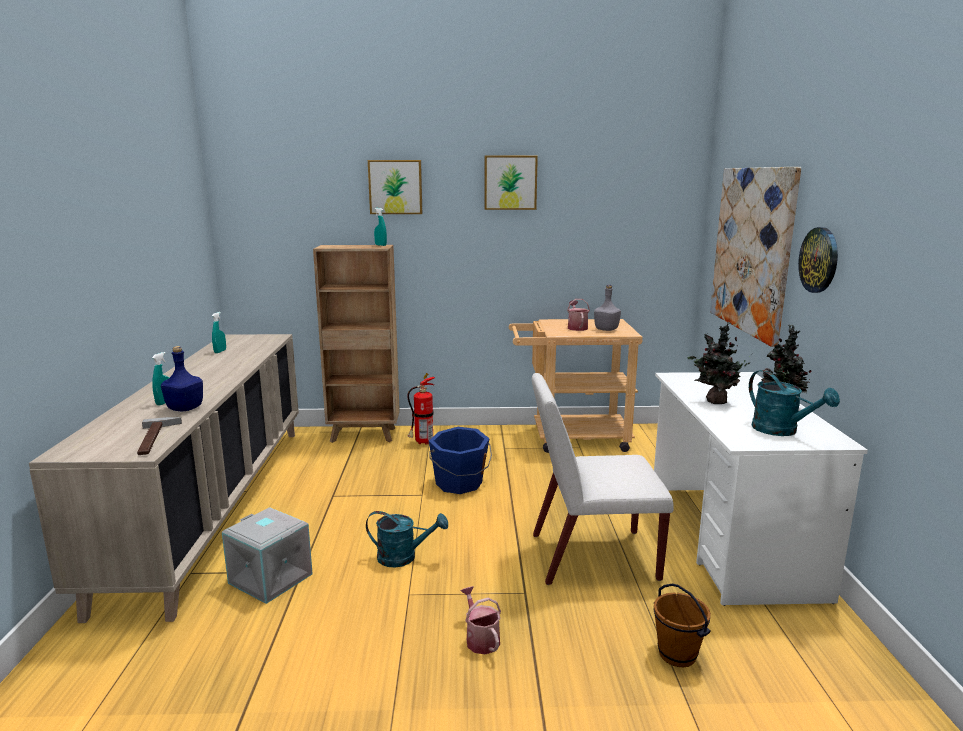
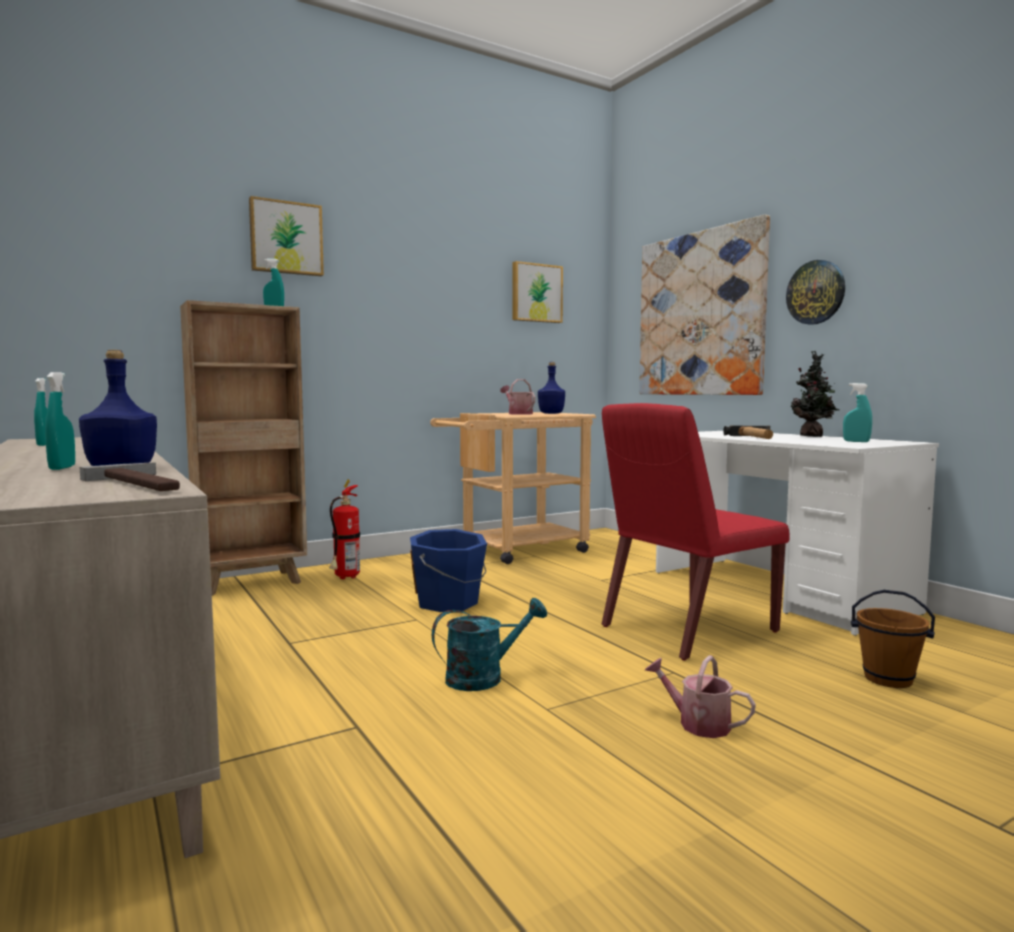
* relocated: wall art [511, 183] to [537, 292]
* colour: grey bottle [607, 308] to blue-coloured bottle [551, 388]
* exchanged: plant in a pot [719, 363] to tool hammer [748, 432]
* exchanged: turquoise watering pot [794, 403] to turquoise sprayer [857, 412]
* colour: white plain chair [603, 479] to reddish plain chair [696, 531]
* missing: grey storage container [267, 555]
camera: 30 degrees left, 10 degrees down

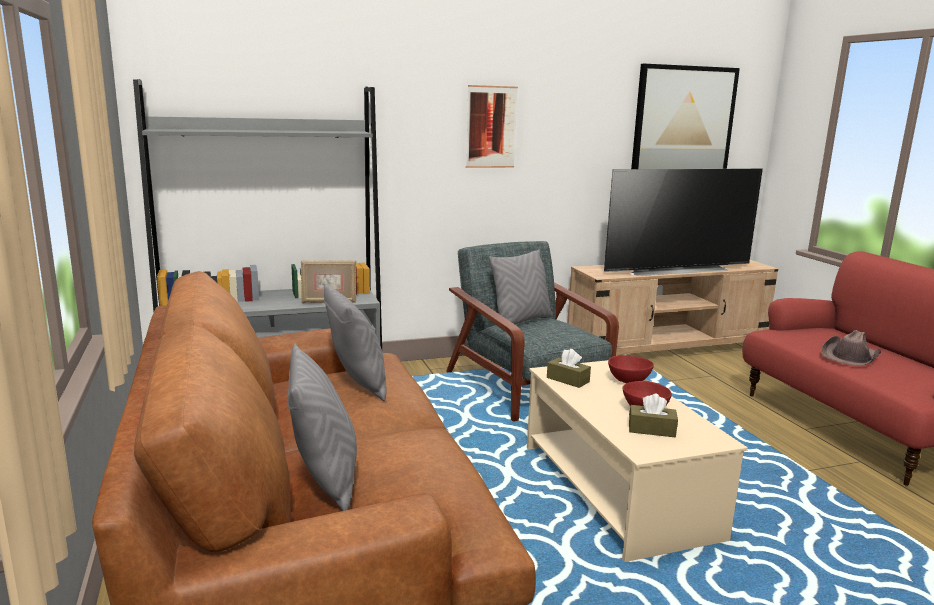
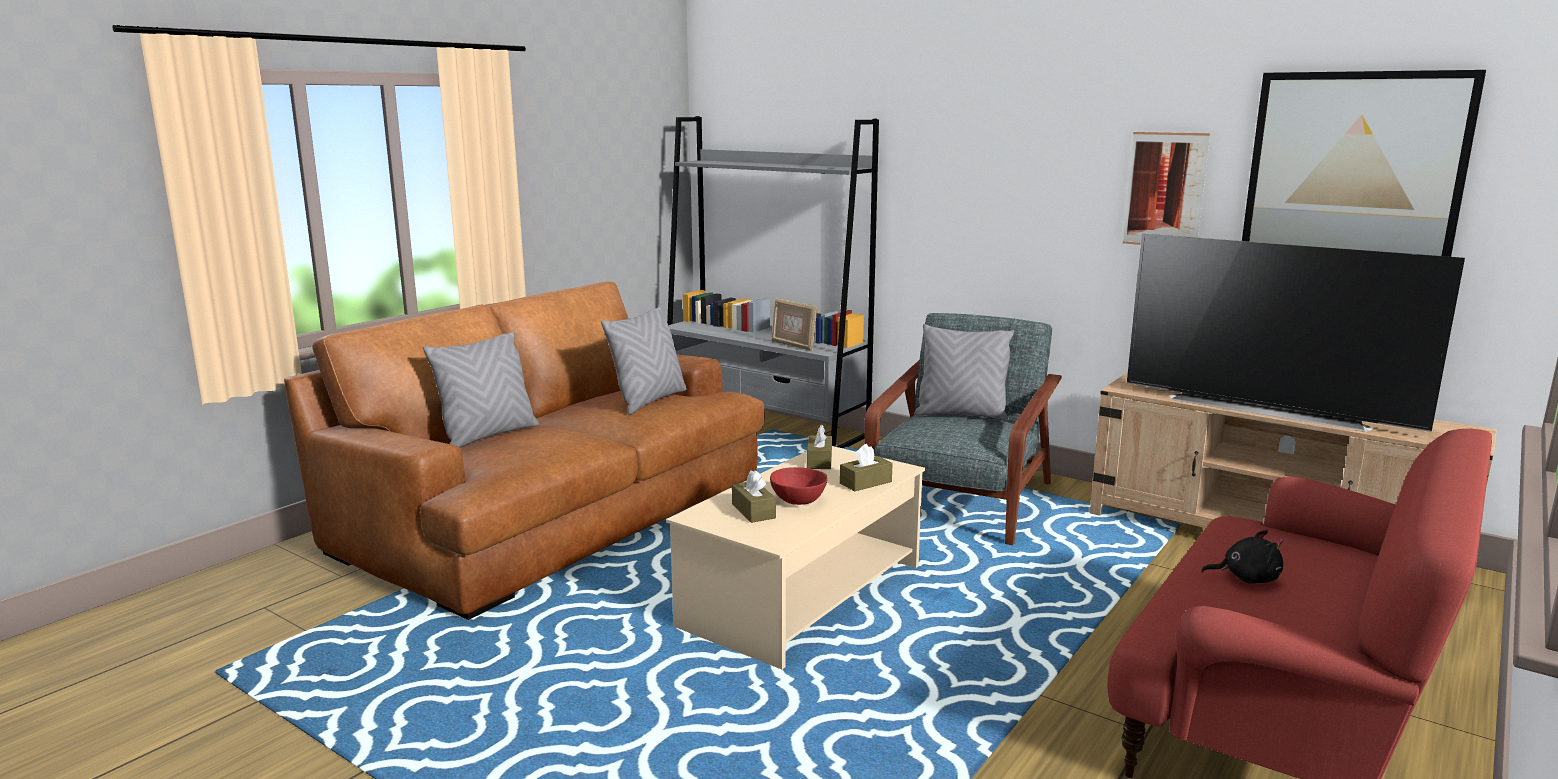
* relocated: wall art [492, 126] to [1166, 188]
* exchanged: brown-coloured clothing hat [851, 347] to black-coloured cuddly toy [1242, 557]
* exchanged: reddish bowl [631, 369] to brown-coloured tissue box [866, 467]
camera: 55 degrees right, 0 degrees up

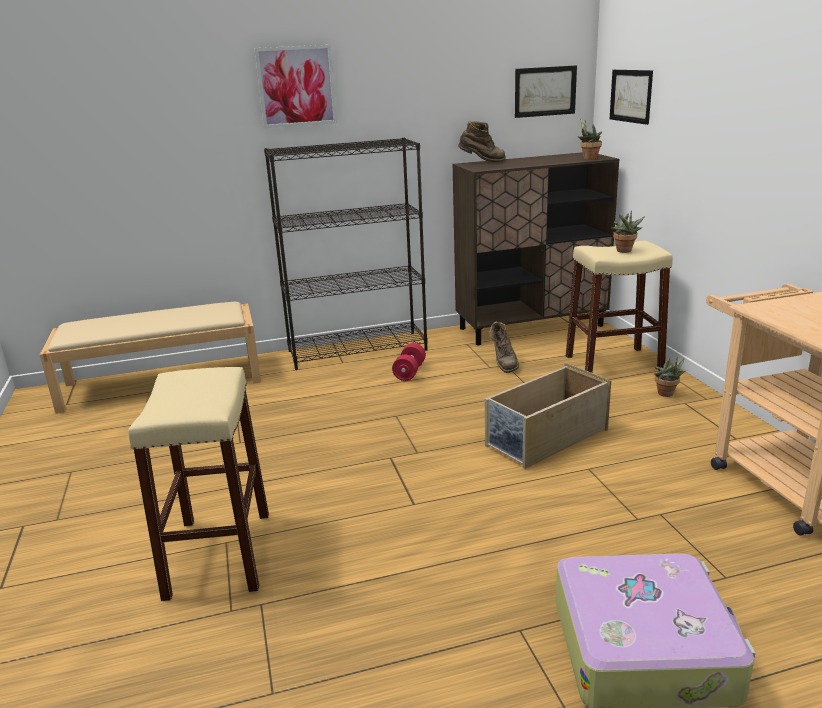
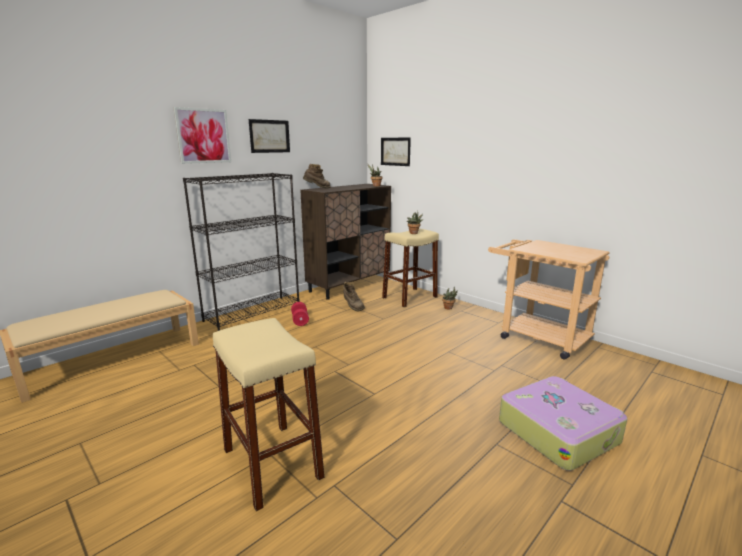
* relocated: wall art [546, 91] to [269, 136]
* missing: beige-coloured storage container [548, 416]
camera: 30 degrees left, 5 degrees down

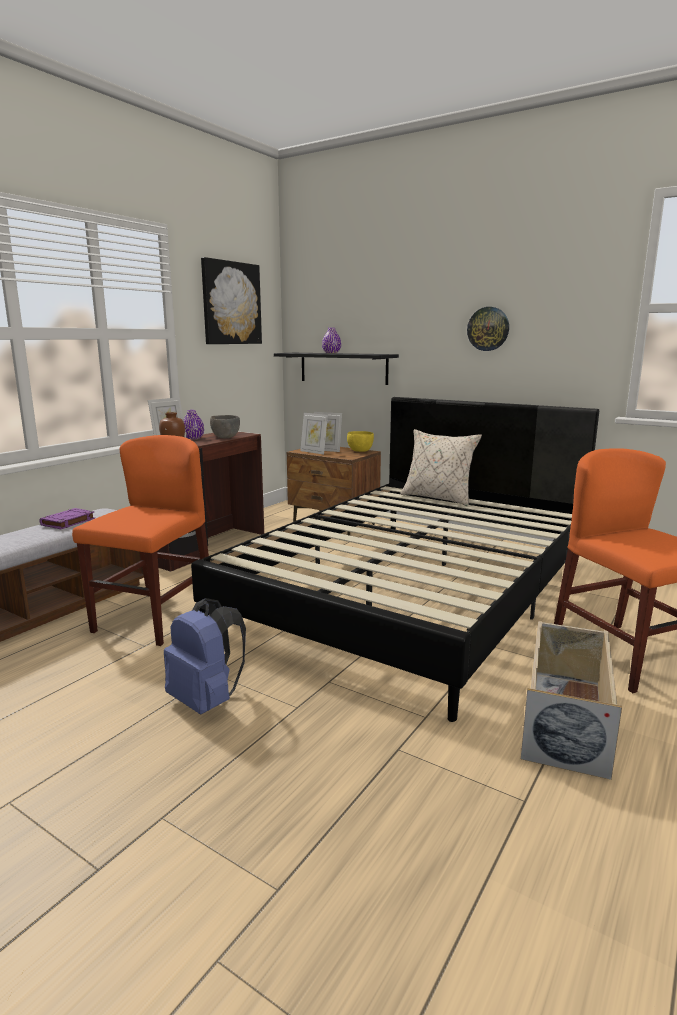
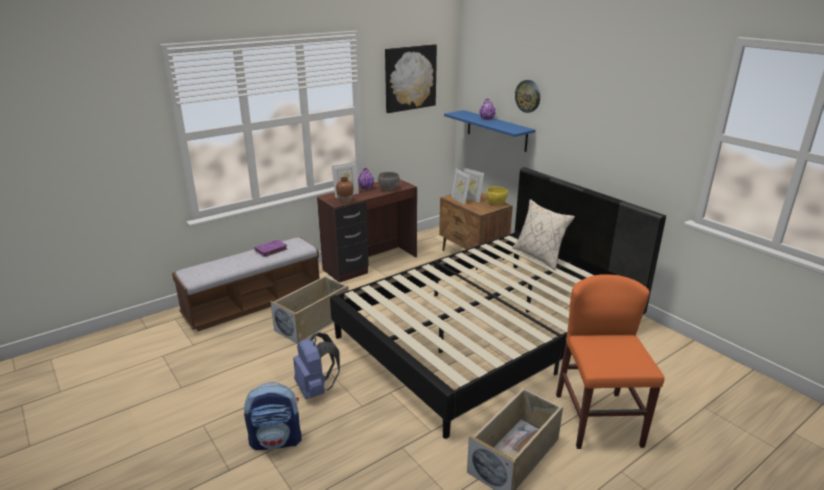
* relocated: clock on the wall [488, 329] to [527, 96]
* colour: black-coloured bracket shelf [336, 369] to blue-coloured bracket shelf [489, 131]
* exchanged: orange-coloured plain chair [140, 540] to beige-coloured storage container [309, 310]
* appeared: backpack [273, 416]
camera: 20 degrees right, 10 degrees up

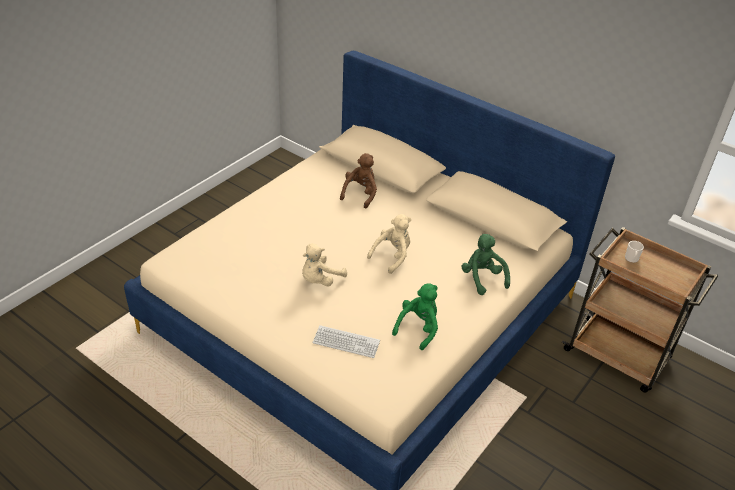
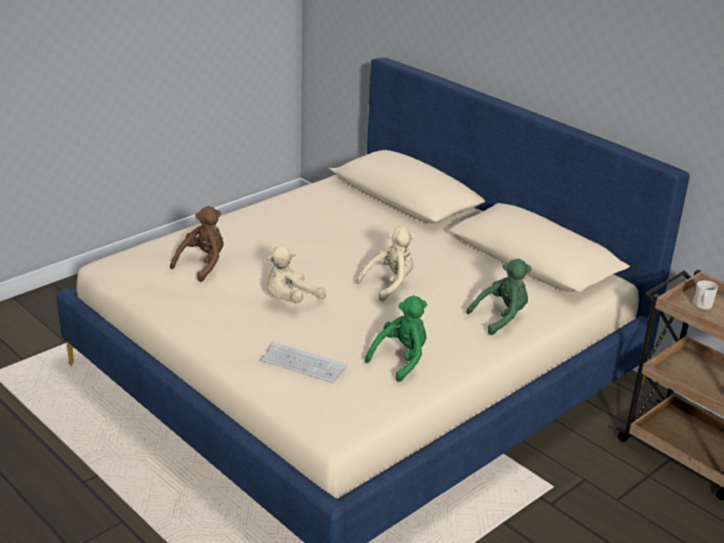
* relocated: brown-coloured cuddly toy [358, 181] to [197, 244]
* spun: green-coloured cuddly toy [485, 264] = [499, 297] 75 degrees clockwise
camera: 10 degrees right, 10 degrees down

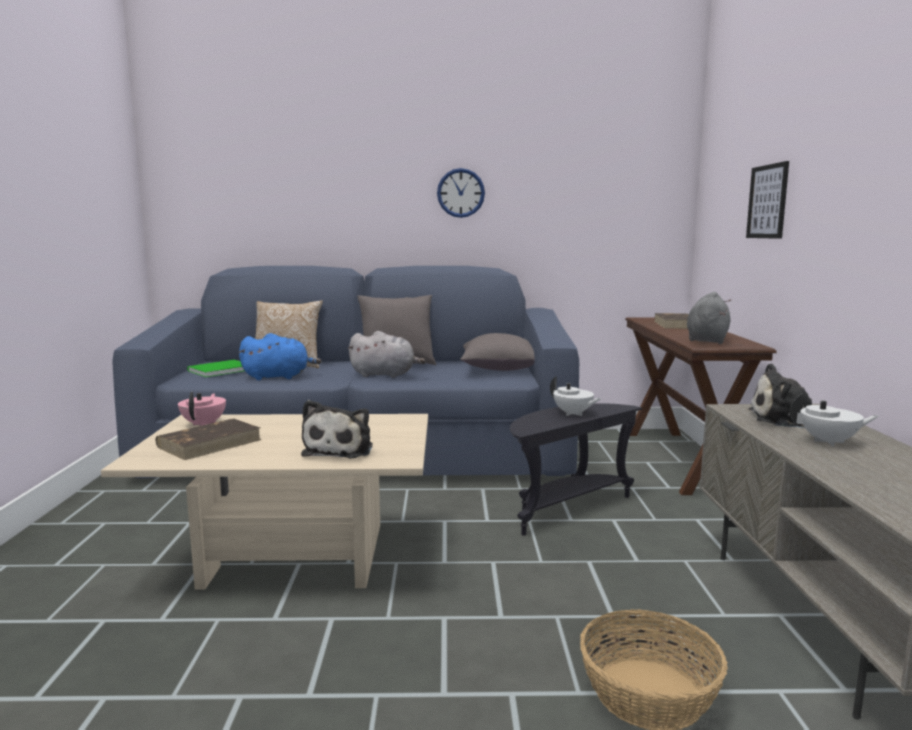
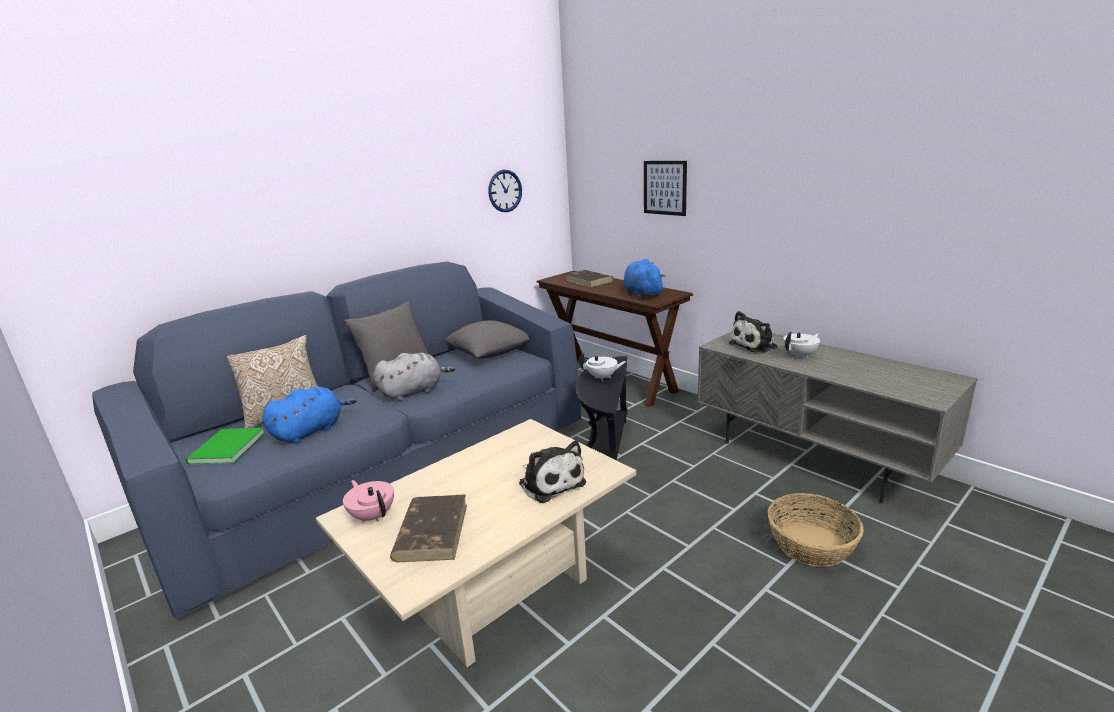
* relocated: clock on the wall [461, 193] to [505, 191]
* colour: grey cuddly toy [709, 318] to blue-coloured cuddly toy [644, 278]
camera: 40 degrees left, 10 degrees up

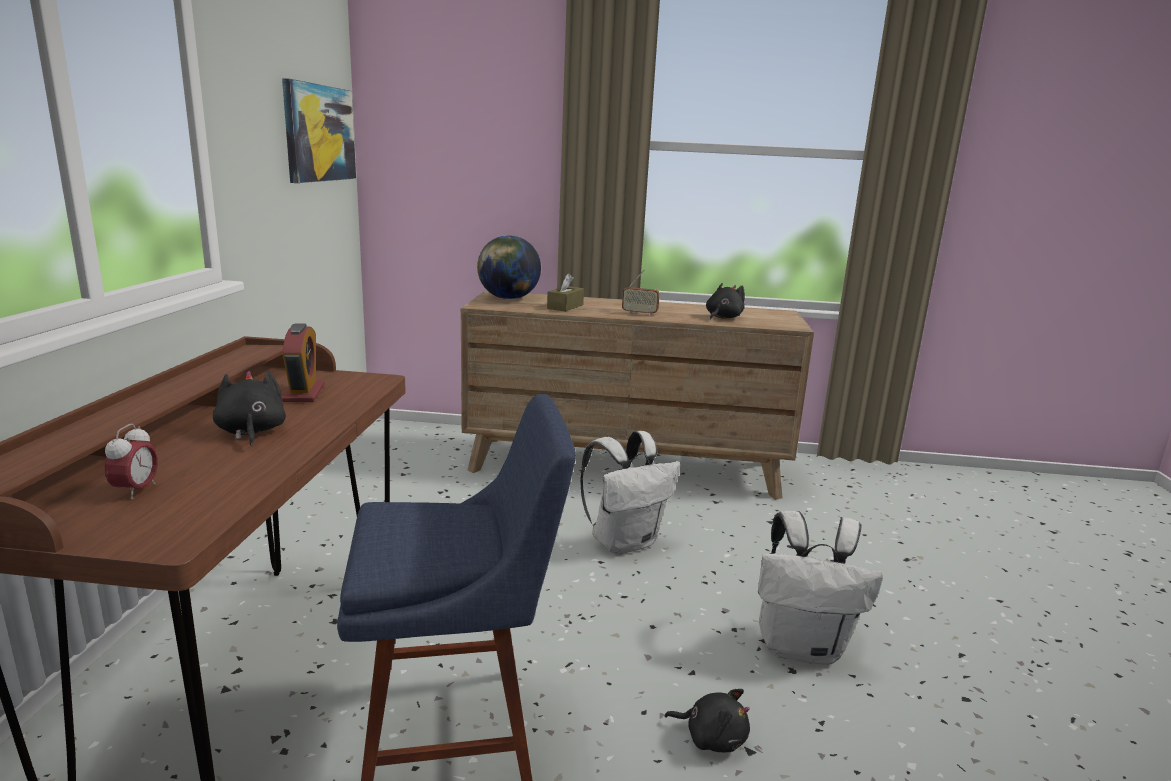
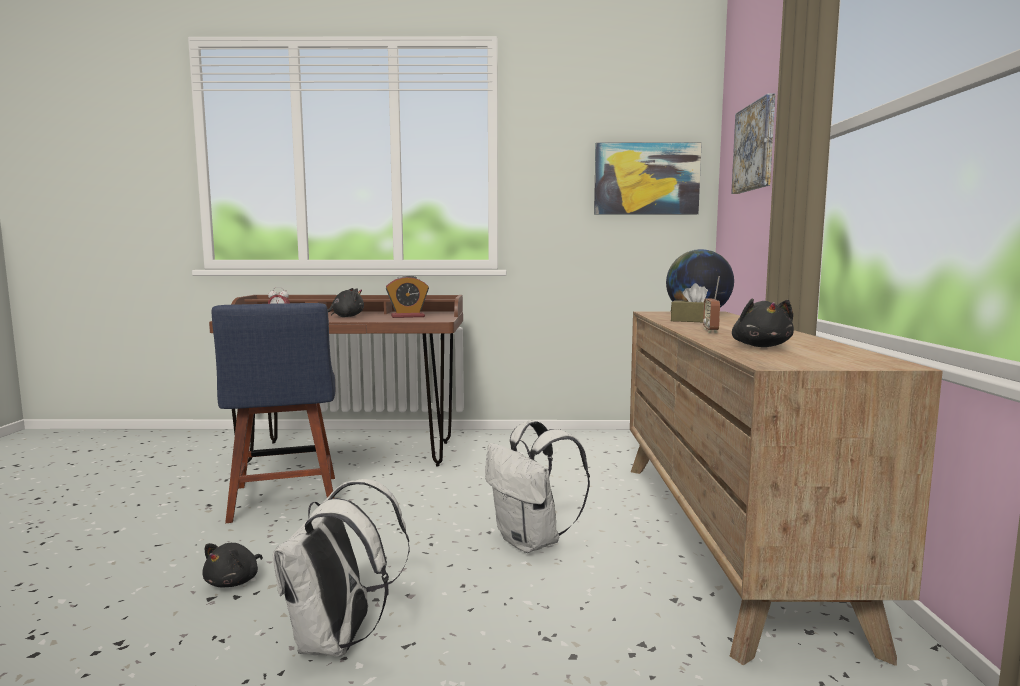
* spun: black-coloured cuddly toy [725, 301] = [763, 322] 60 degrees clockwise
* appeared: wall art [753, 143]
camera: 85 degrees right, 10 degrees down

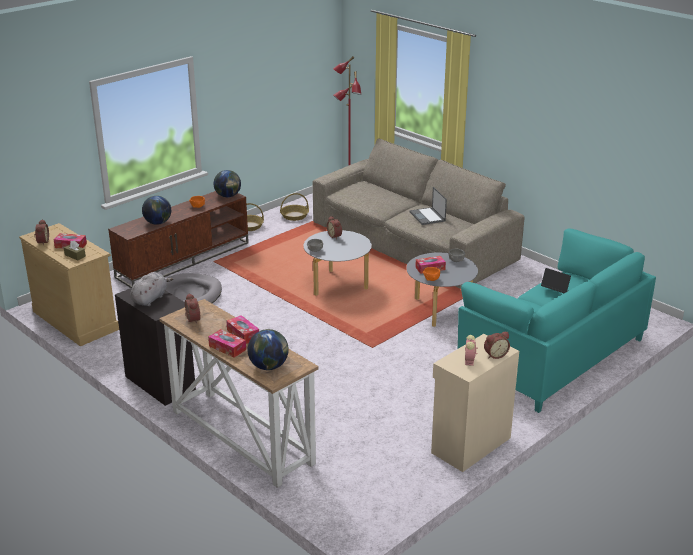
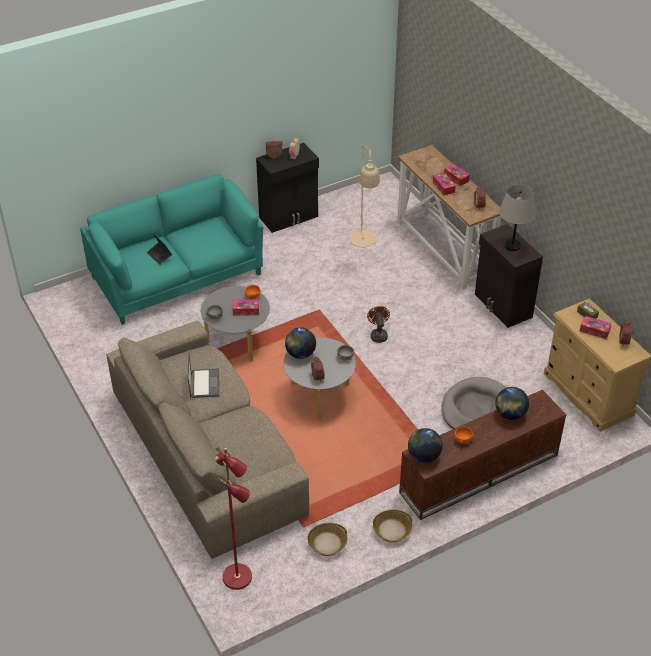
* exchanged: grey cuddly toy [151, 289] to grey lamp for a table [517, 217]
* relocated: desk globe [268, 349] to [300, 343]
* colour: beige-coloured storage cabinet [475, 403] to black-coloured storage cabinet [287, 188]
* appeared: beige-coloured floor lamp [364, 196]
* appeared: brown-coloured cooling fan [378, 324]
camera: 165 degrees left, 15 degrees up

